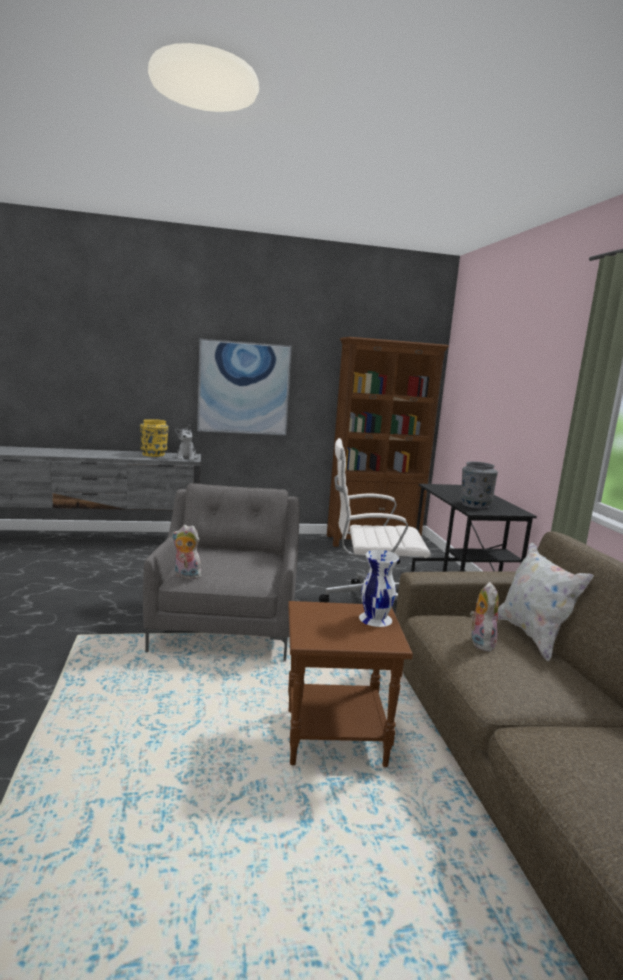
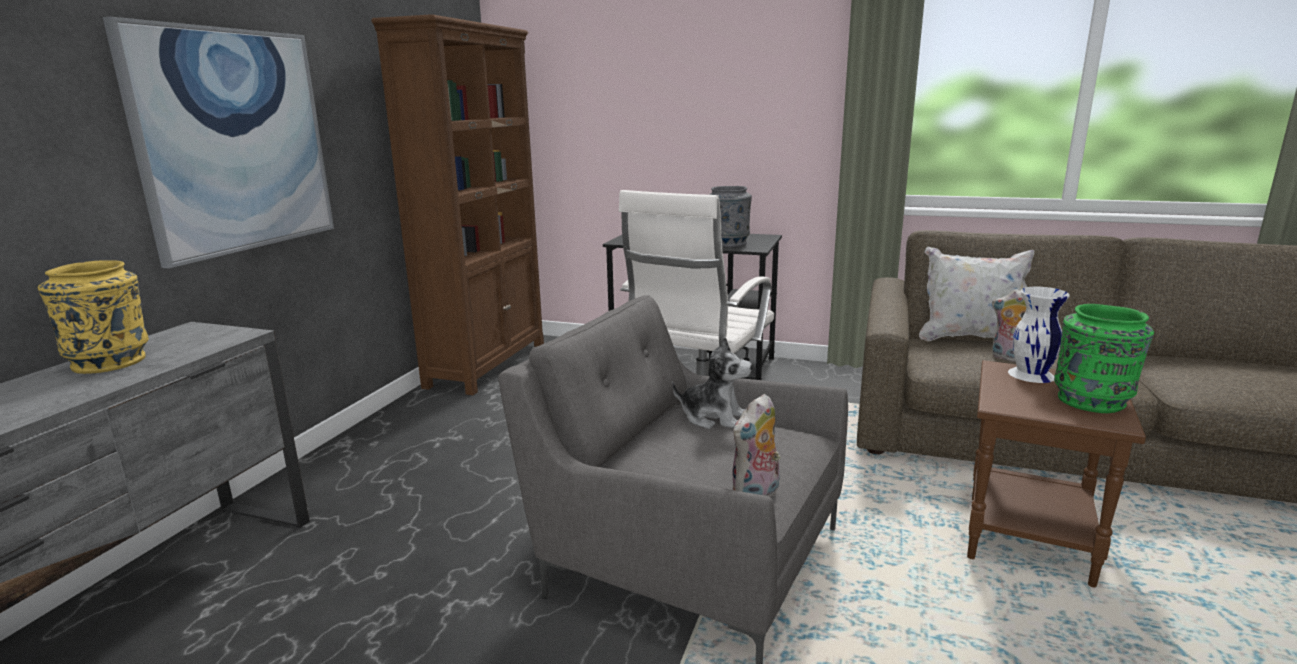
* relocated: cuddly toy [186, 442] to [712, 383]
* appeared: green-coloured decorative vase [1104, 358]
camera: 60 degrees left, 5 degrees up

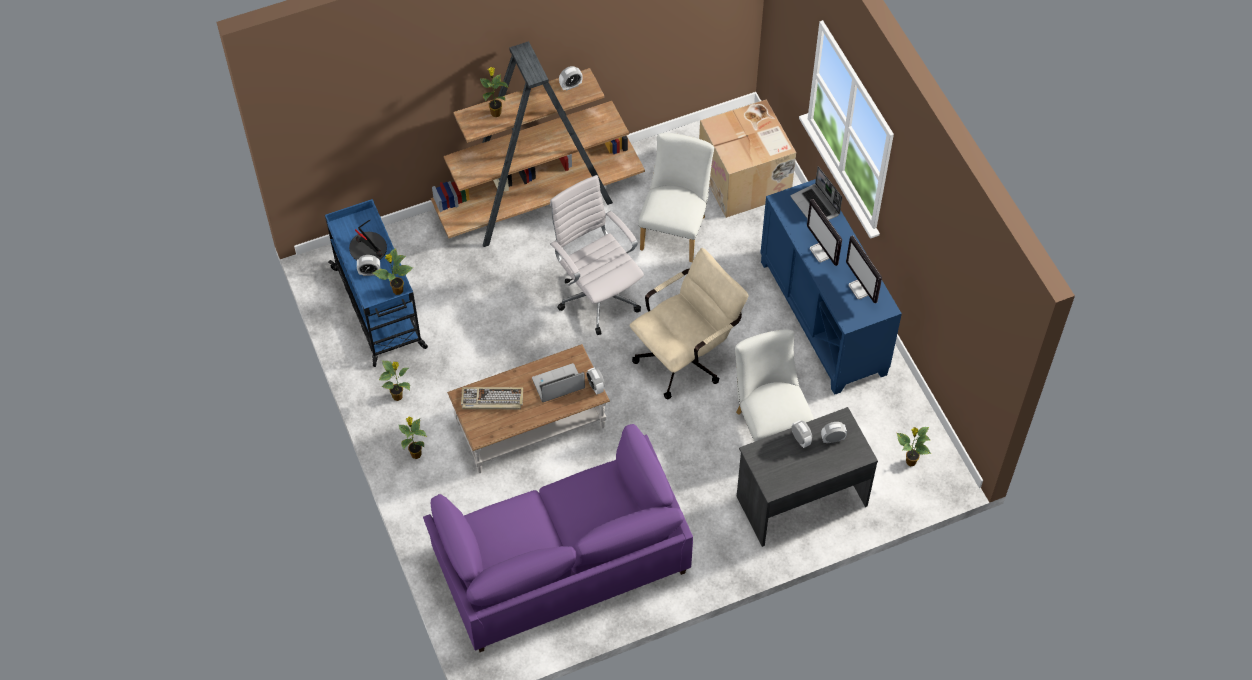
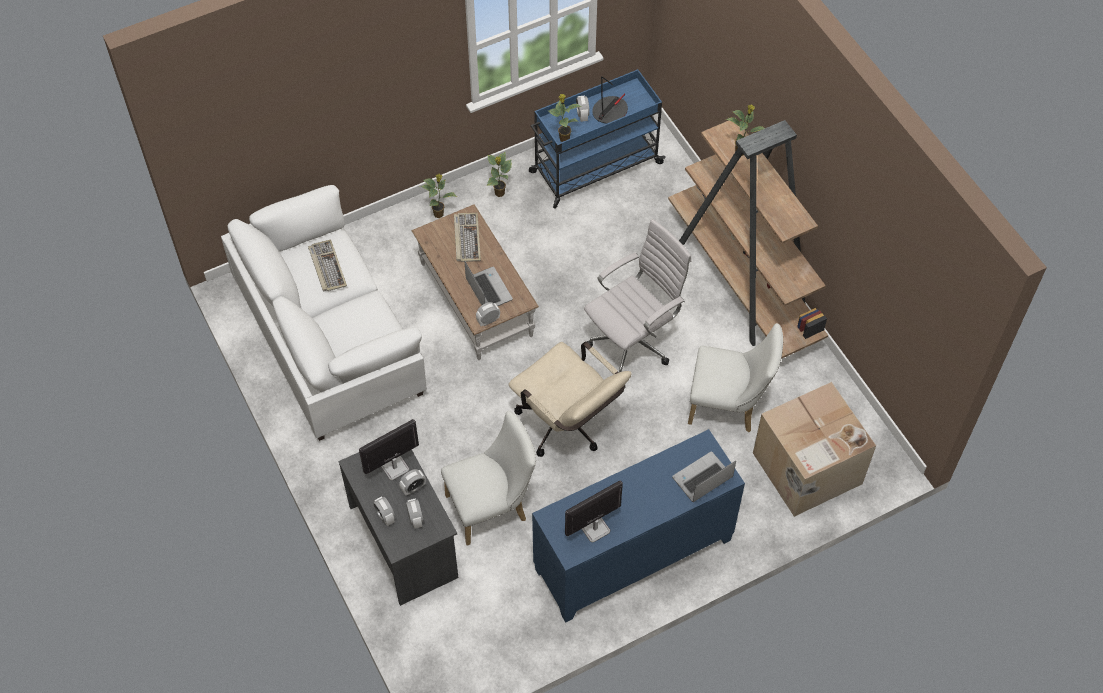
* relocated: bedside clock [571, 78] to [384, 511]
* relocated: computer display [824, 232] to [389, 450]
* colour: purple settee [558, 538] to white settee [324, 313]
* missing: plant in a pot [914, 446]
* appeared: PC keyboard [327, 265]
camera: 85 degrees right, 0 degrees up

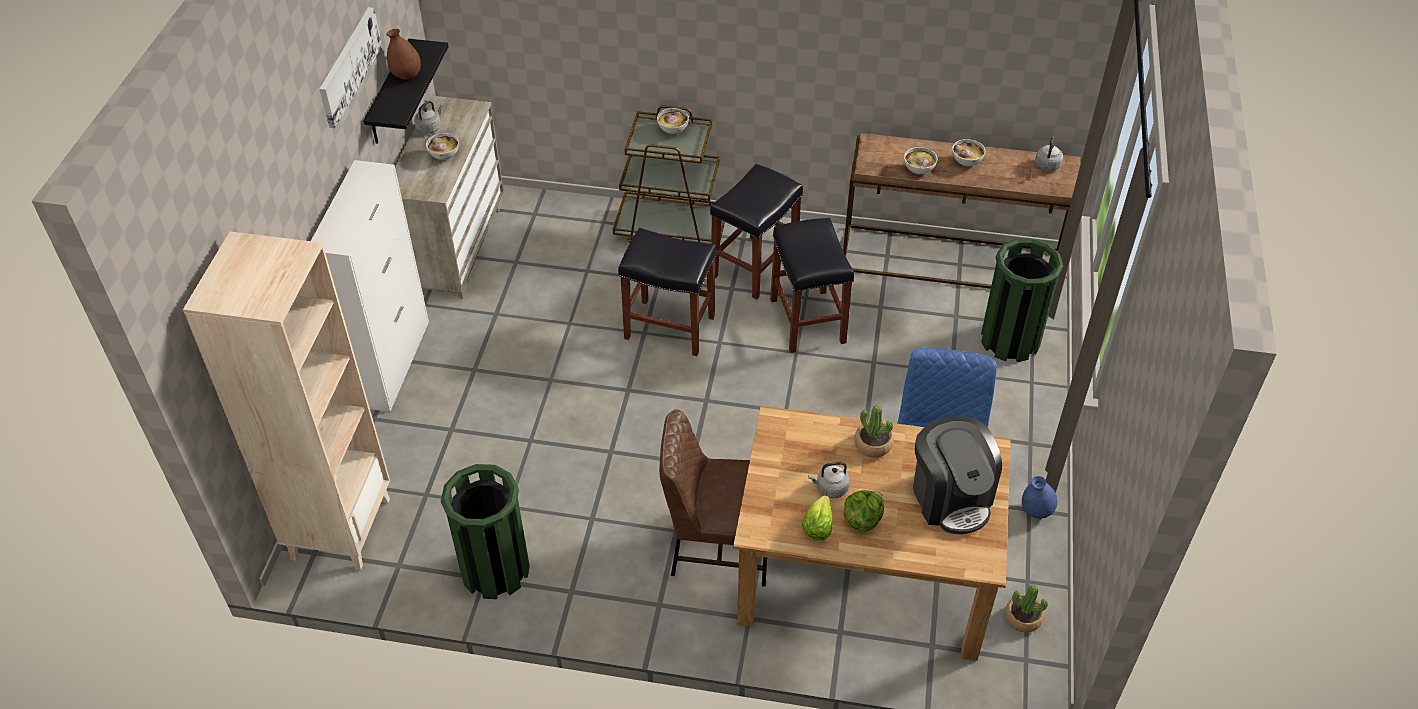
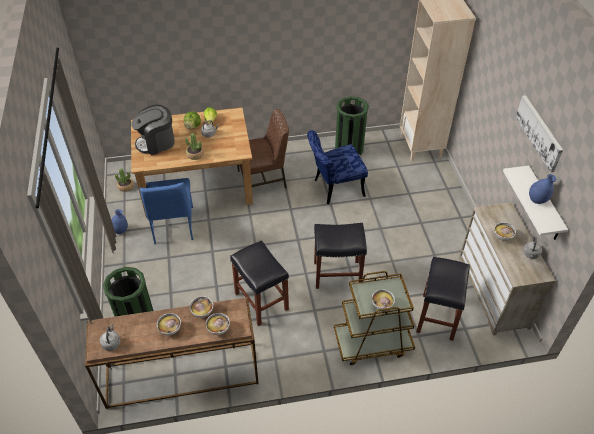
* colour: brown-coloured decorative vase [403, 54] to blue-coloured decorative vase [542, 189]
* colour: black-coloured bracket shelf [406, 91] to white bracket shelf [535, 202]
* missing: white storage cabinet [370, 286]
* relocated: black-coloured stool [756, 232] to [443, 299]
* spun: coffee brewer [957, 475] = [153, 129] 75 degrees counterclockwise
* appeared: blue-coloured plain chair [337, 167]
* appeared: bowl [218, 324]
camera: 160 degrees right, 0 degrees up

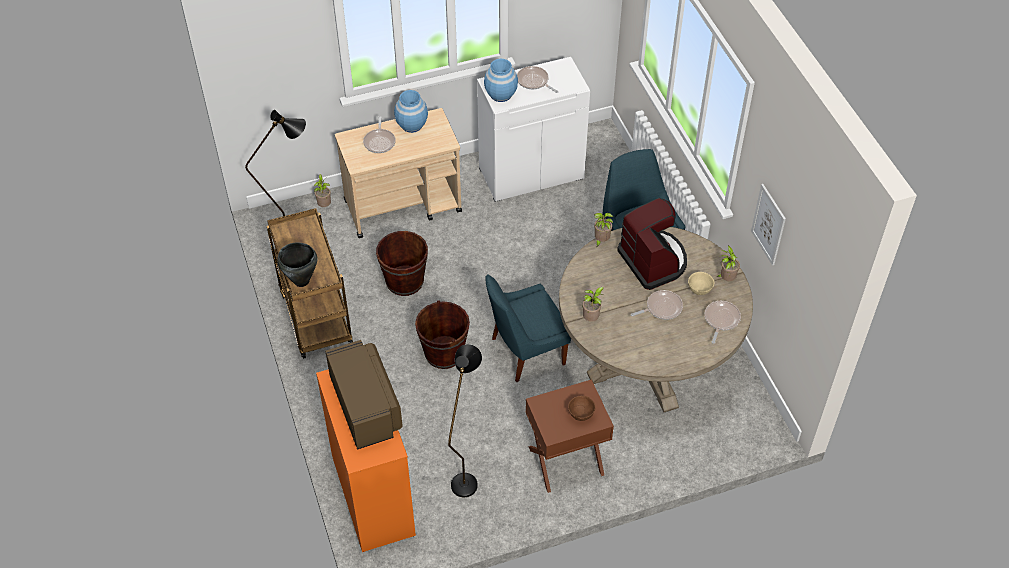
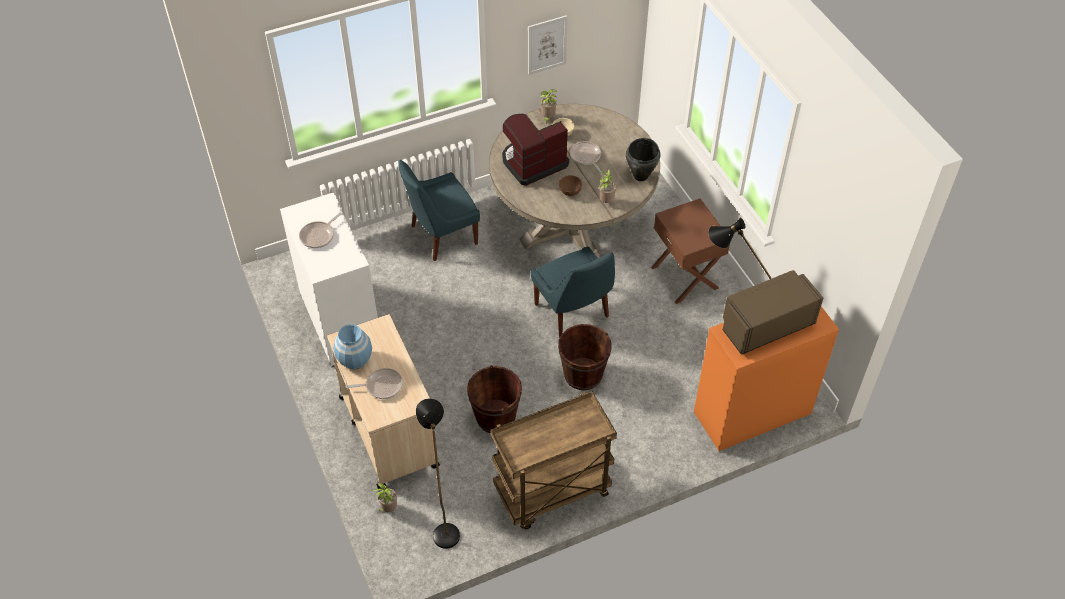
* missing: blue-coloured decorative vase [501, 80]
* missing: plant in a pot [603, 230]
* relocated: black-coloured cooking pot [297, 264] to [643, 159]
* missing: frying pan [723, 322]
* relocated: brown-coloured bowl [581, 408] to [570, 185]
camera: 95 degrees left, 0 degrees up

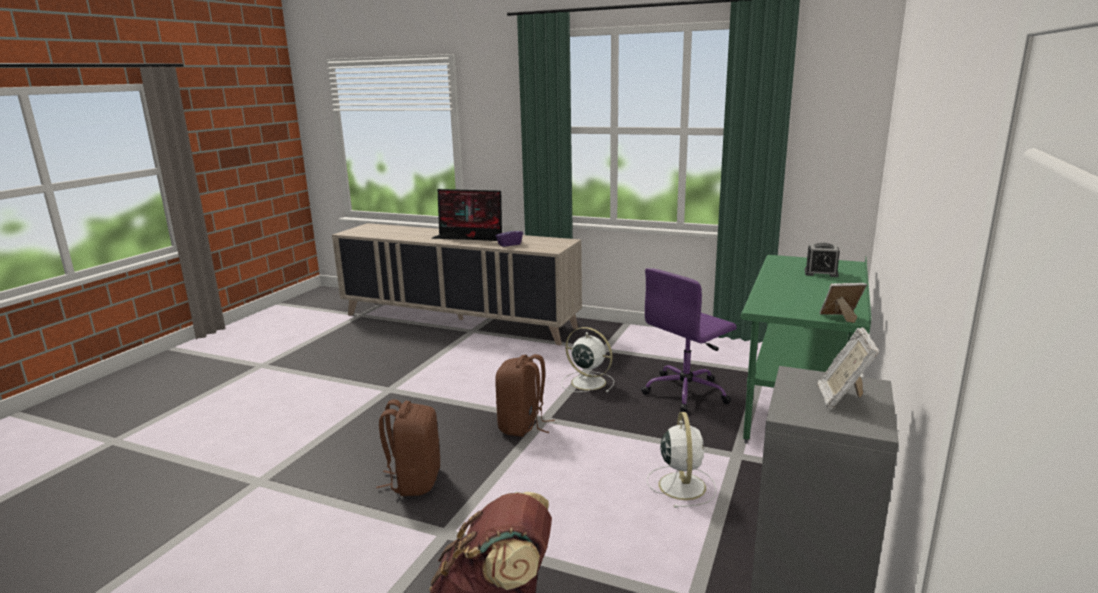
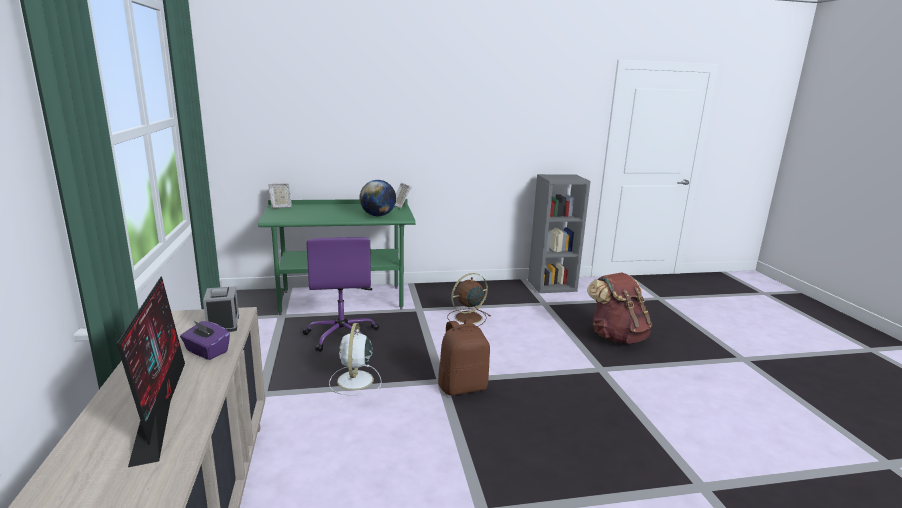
* relocated: bedside clock [822, 260] to [221, 309]
* spun: purple computer chair [689, 340] = [341, 294] 60 degrees clockwise
* relocated: photo frame [848, 368] to [279, 196]
* missing: brown-coloured backpack [408, 447]
* colour: white cooling fan [682, 460] to brown-coloured cooling fan [469, 300]
* appeared: desk globe [377, 198]
camera: 125 degrees left, 0 degrees up

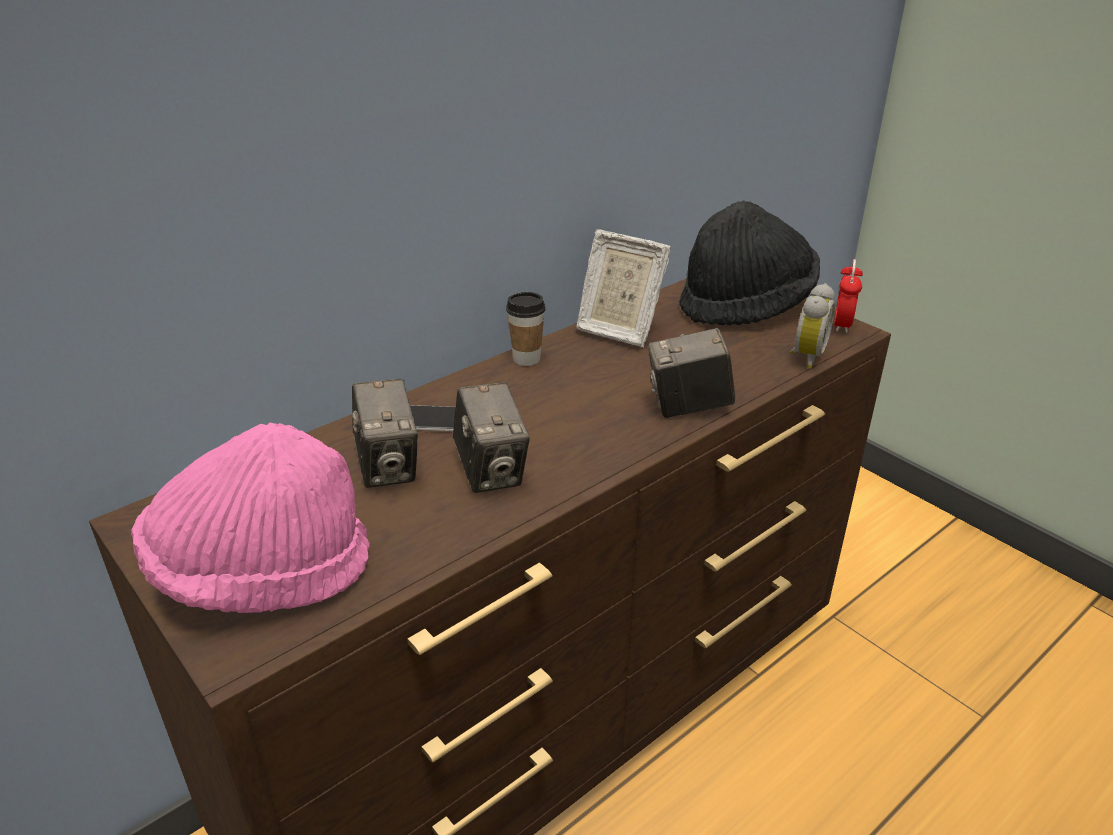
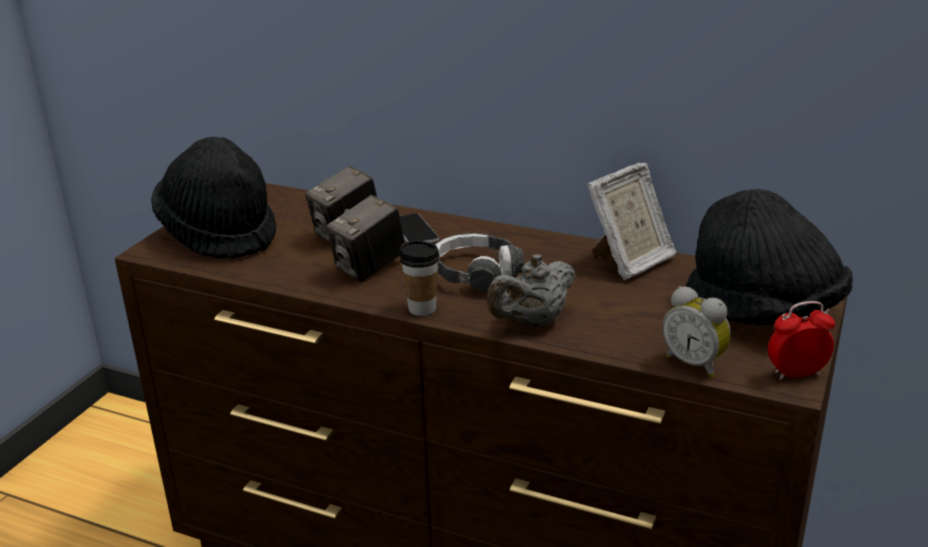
* spun: photo frame [623, 288] = [632, 221] 135 degrees counterclockwise
* spun: bedside clock [812, 326] = [696, 332] 45 degrees clockwise
* relocated: cup [525, 329] to [419, 278]
* exchanged: still camera [691, 373] to grey tea pot [531, 290]
* colour: pink-coloured clothing hat [251, 517] to black-coloured clothing hat [213, 198]
* appeared: headset [479, 263]
camera: 65 degrees right, 5 degrees down

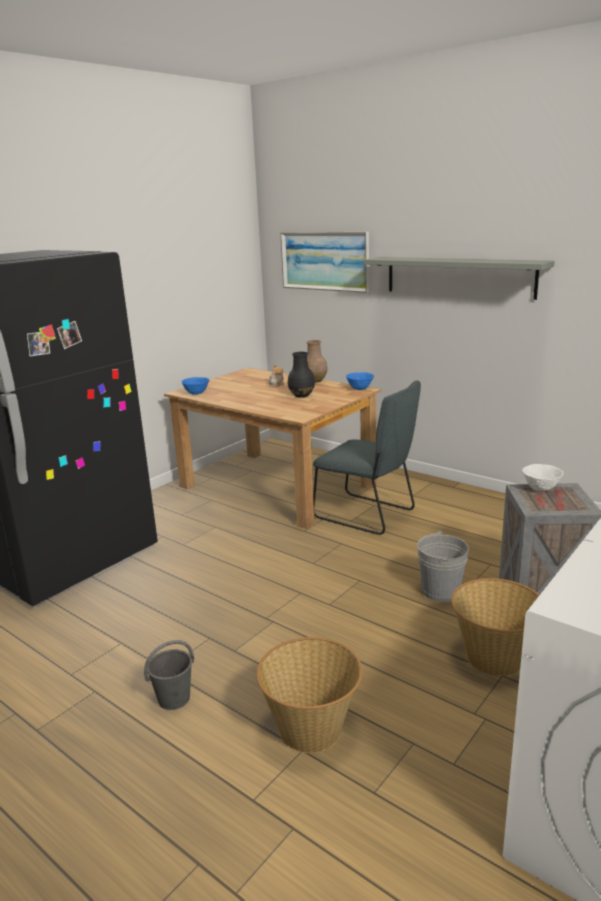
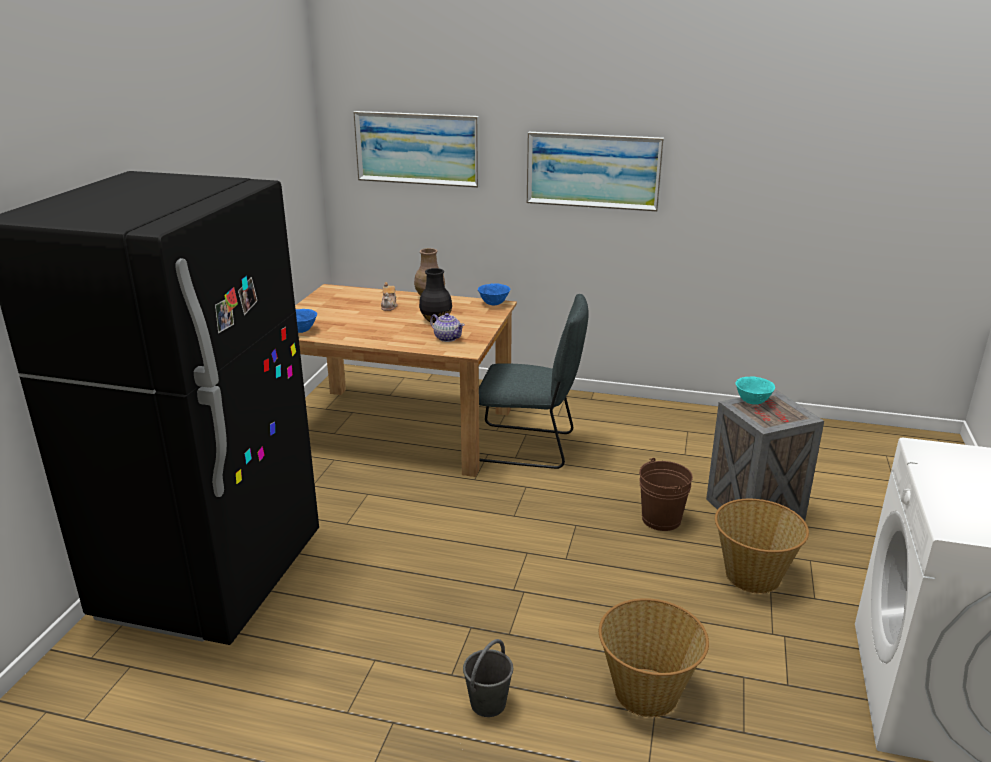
* exchanged: grey bracket shelf [459, 278] to wall art [595, 171]
* colour: white bowl [543, 477] to turquoise bowl [755, 391]
* colour: grey bucket [443, 566] to brown-coloured bucket [666, 494]
* appeared: tea pot [447, 327]
camera: 25 degrees left, 5 degrees up

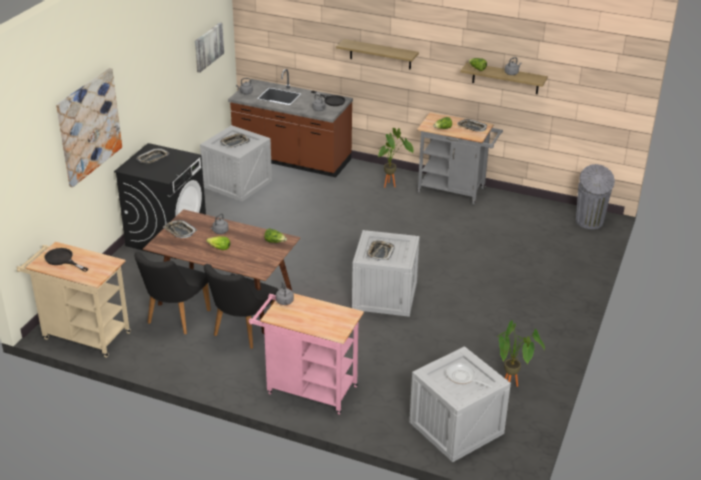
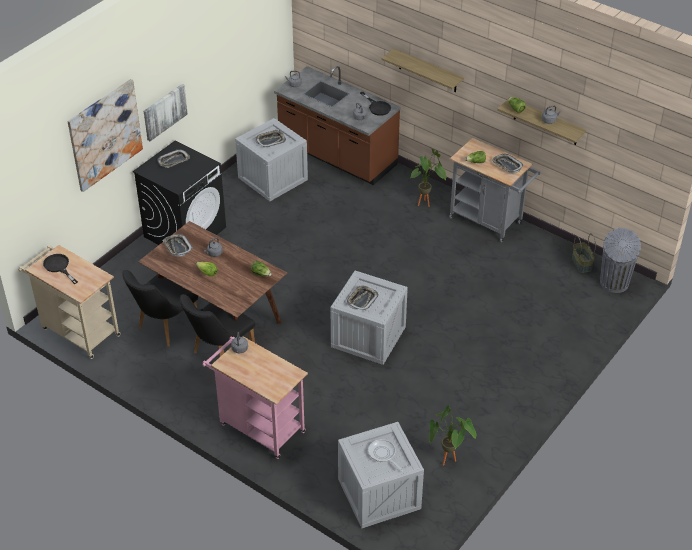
* relocated: wall art [209, 47] to [166, 112]
* appeared: household basket [584, 253]
camera: 15 degrees right, 10 degrees up

